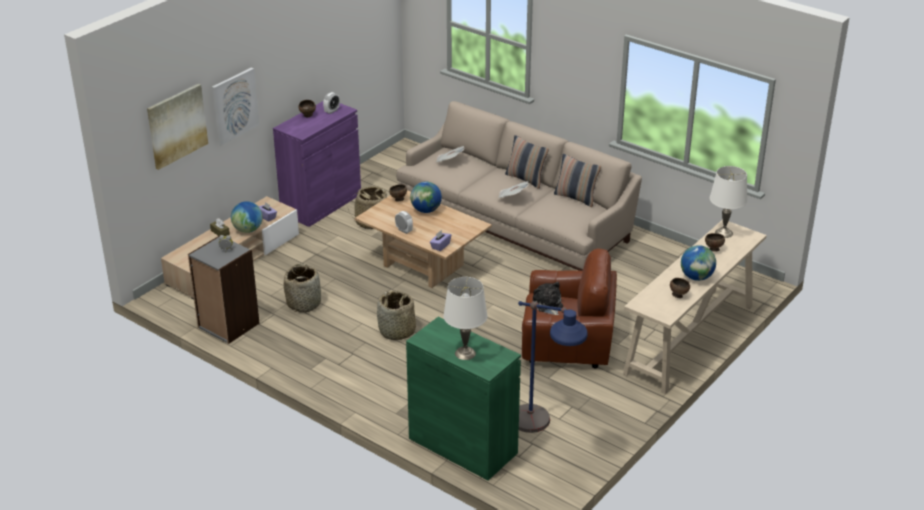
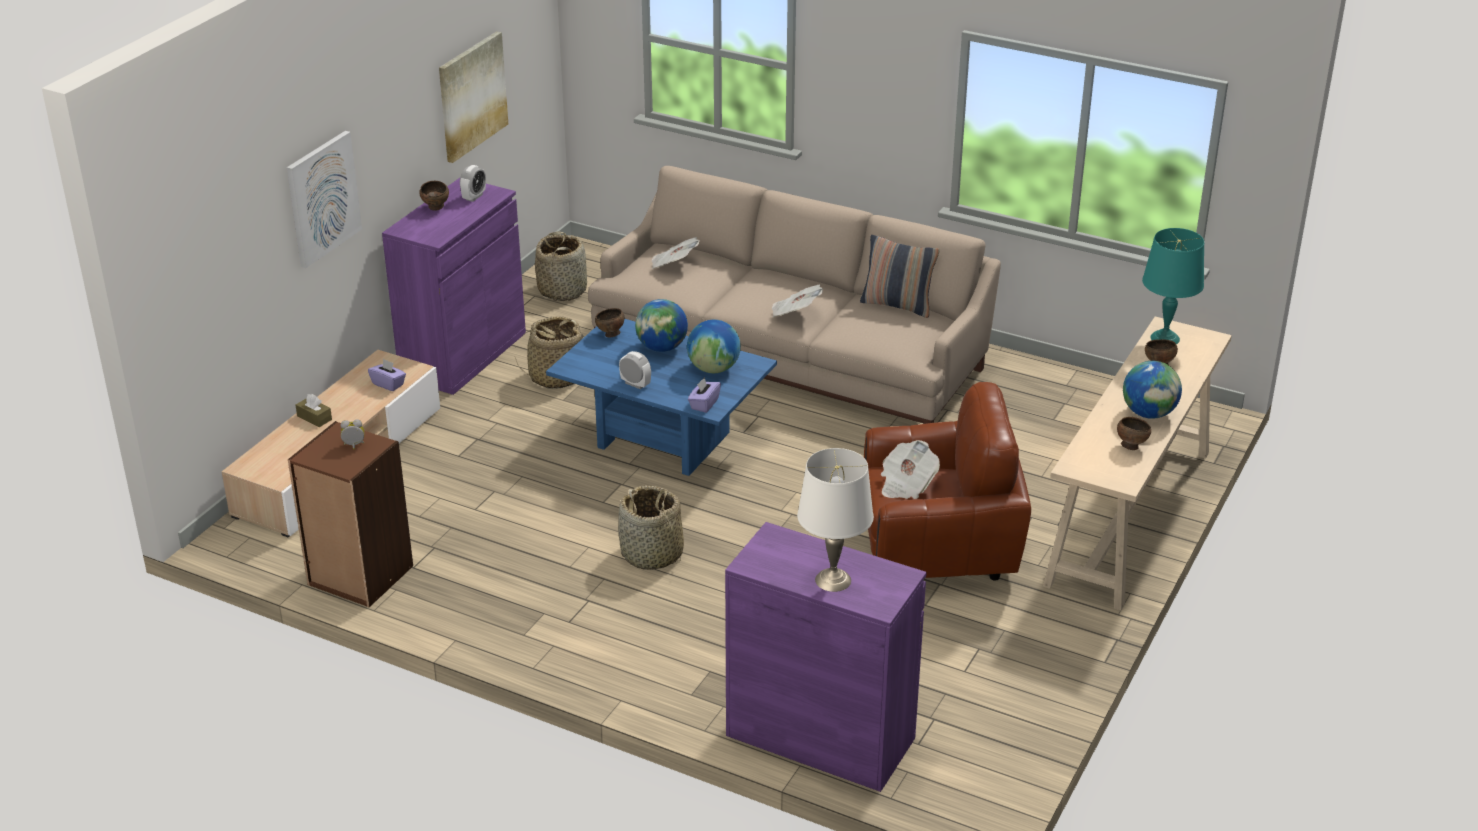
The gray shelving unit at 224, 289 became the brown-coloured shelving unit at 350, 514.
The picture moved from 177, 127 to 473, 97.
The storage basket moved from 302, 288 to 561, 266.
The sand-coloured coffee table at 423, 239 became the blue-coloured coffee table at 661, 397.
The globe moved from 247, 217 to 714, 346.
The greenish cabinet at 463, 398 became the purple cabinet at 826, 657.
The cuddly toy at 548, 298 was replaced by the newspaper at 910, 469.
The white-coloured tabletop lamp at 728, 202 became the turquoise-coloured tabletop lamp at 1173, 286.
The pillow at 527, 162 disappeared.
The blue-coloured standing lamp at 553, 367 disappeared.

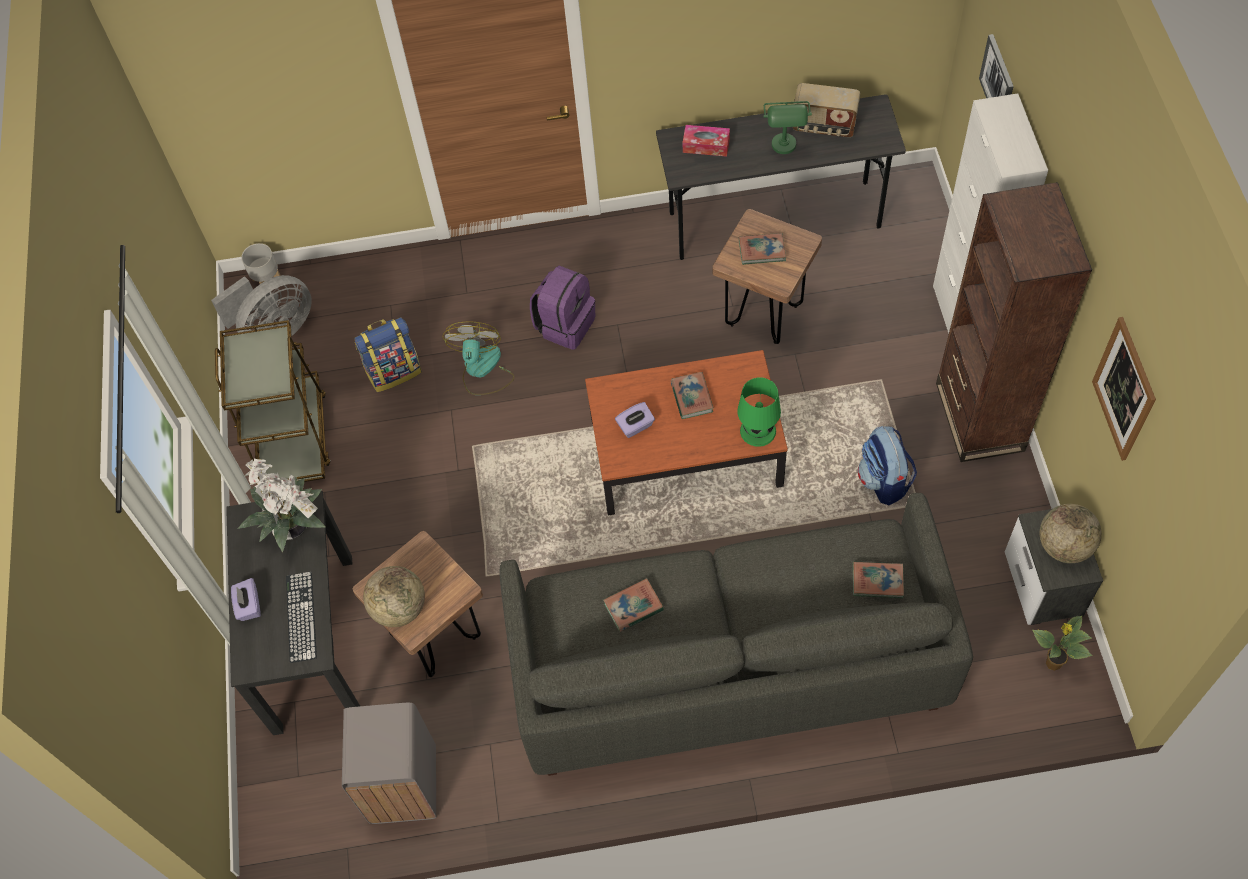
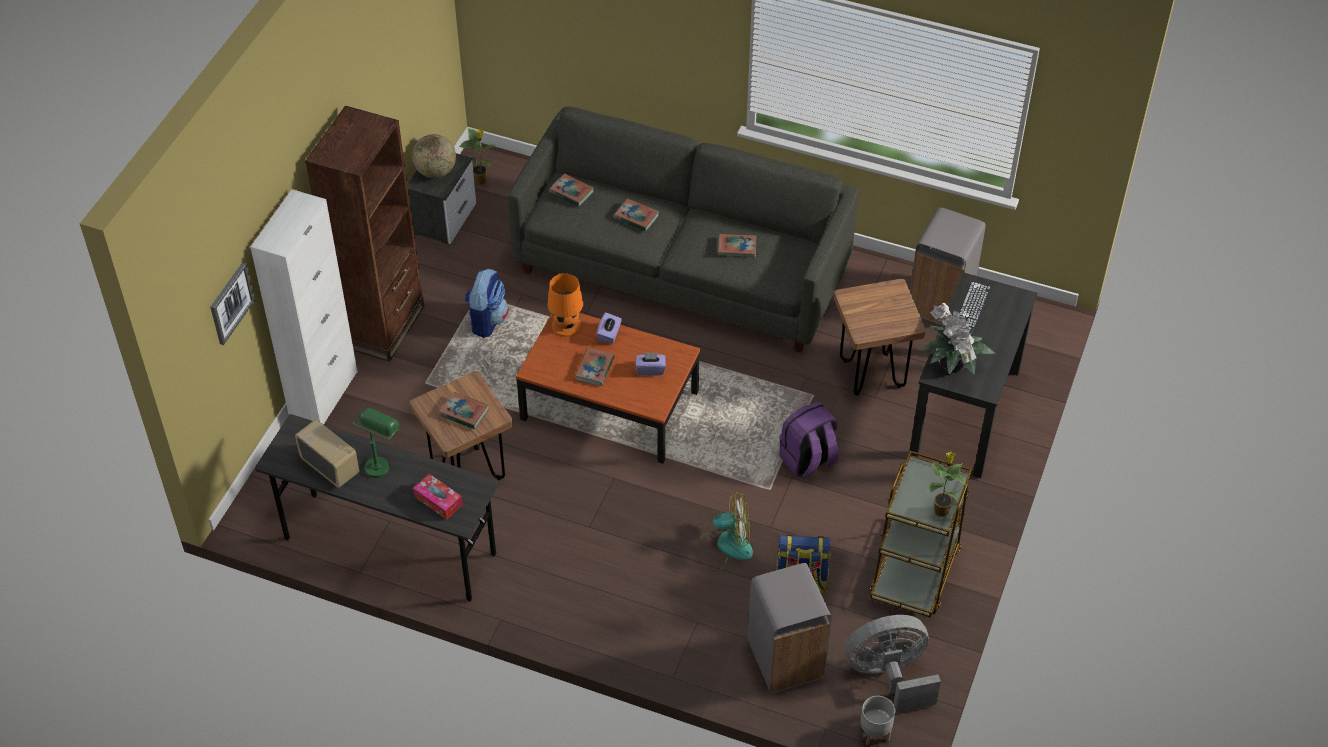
The greenish tabletop lamp at 759, 412 became the orange-coloured tabletop lamp at 565, 305.
The purple box of tissues moved from 246, 599 to 609, 328.
The book at 636, 215 appeared.
The fan at 479, 358 turned 120 degrees counterclockwise.
The gray waste bin at 789, 628 appeared.
The purple backpack moved from 562, 308 to 809, 440.
The potted plant at 947, 484 appeared.
The globe at 394, 596 disappeared.
The picture at 1124, 389 disappeared.

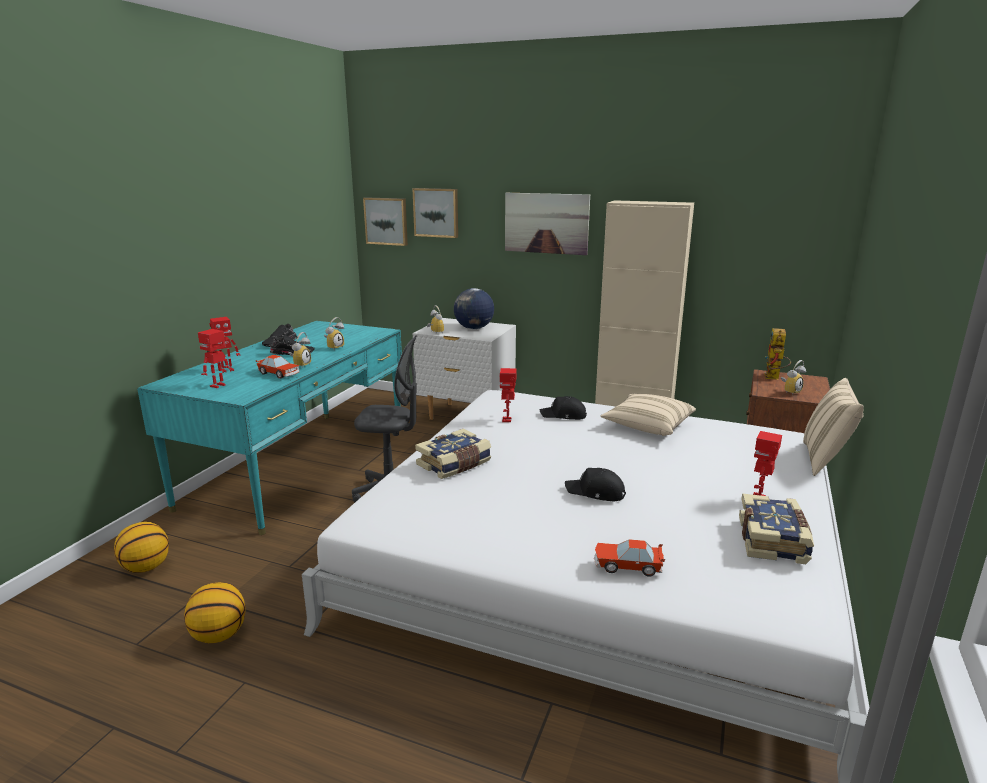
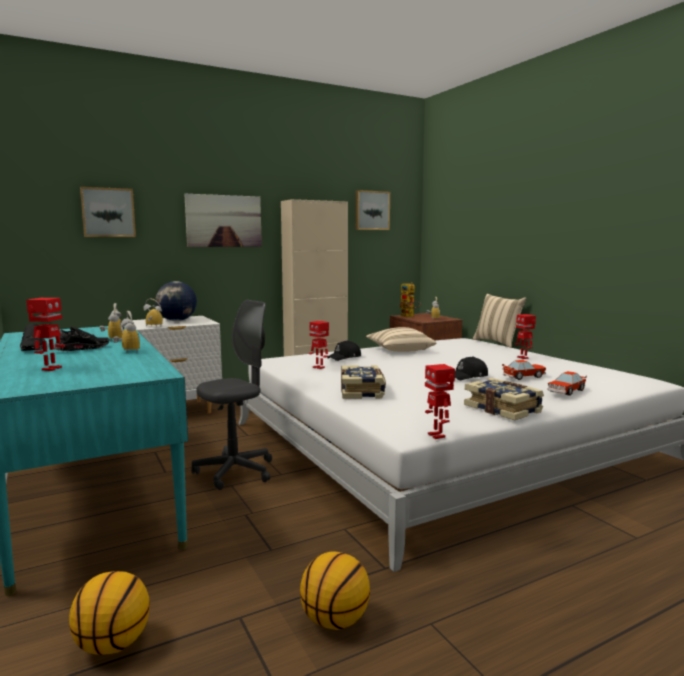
The picture moved from 385, 221 to 372, 210.
The model robot moved from 213, 358 to 440, 401.
The book moved from 776, 529 to 504, 399.
The toy car moved from 278, 367 to 524, 370.

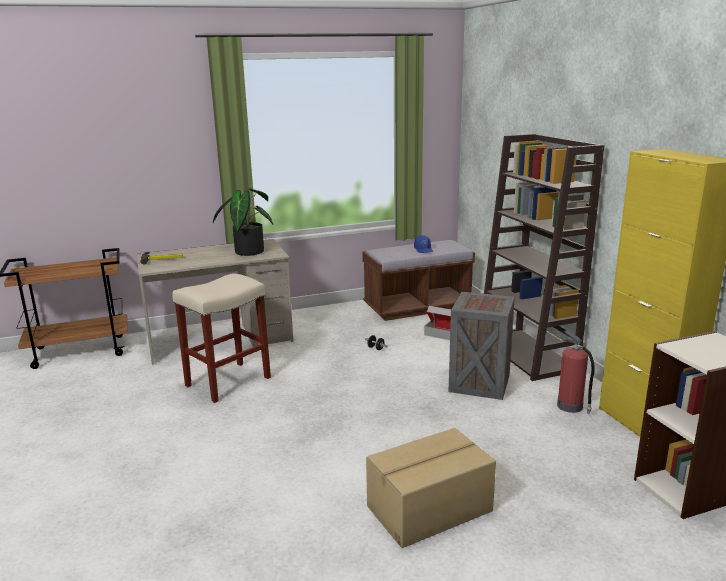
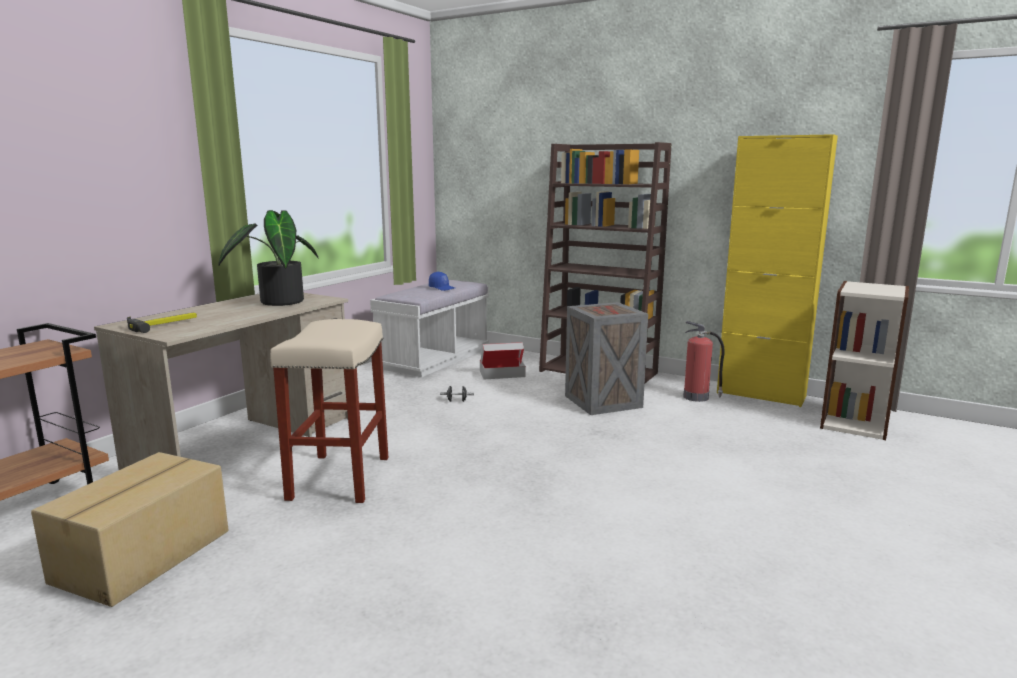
The carton moved from 431, 488 to 129, 529.
The brown-coloured bench at 418, 280 became the white-coloured bench at 429, 328.

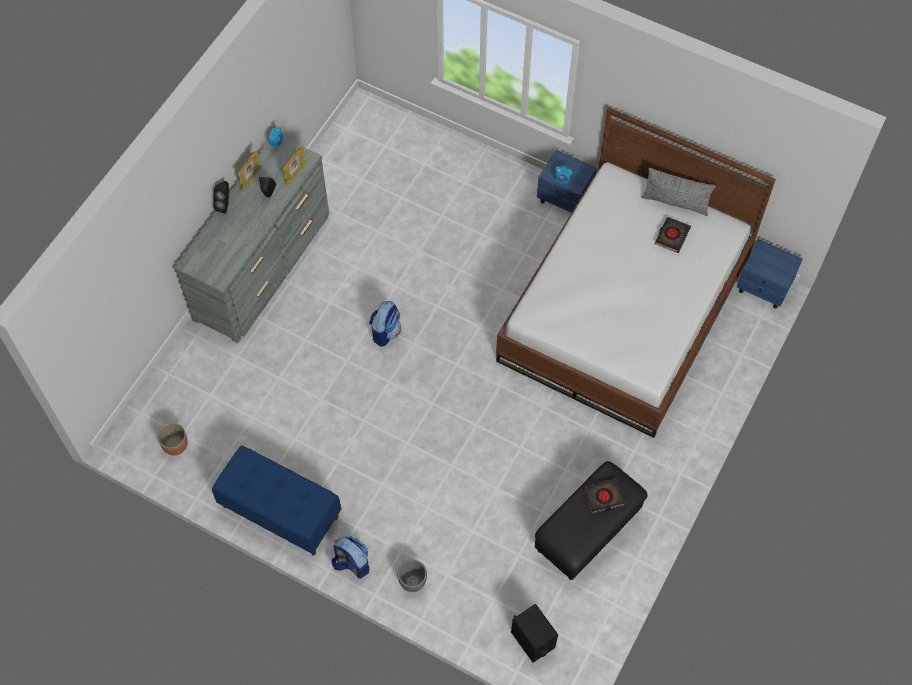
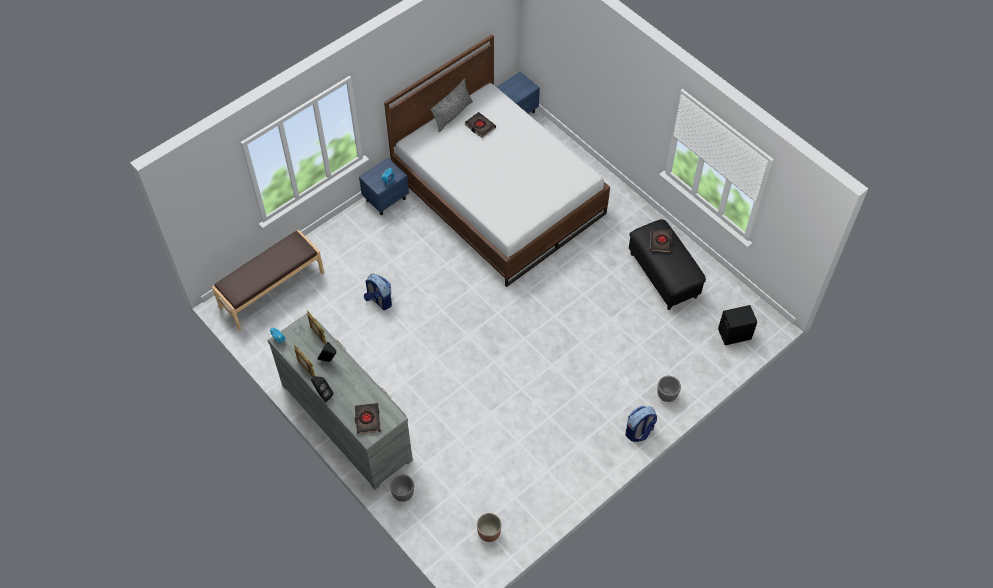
The brown-coloured bench at 268, 280 appeared.
The blackish book at 368, 418 appeared.
The backpack moved from 385, 324 to 378, 291.
The gray planter at 402, 488 appeared.
The blue-coloured bench at 276, 501 disappeared.

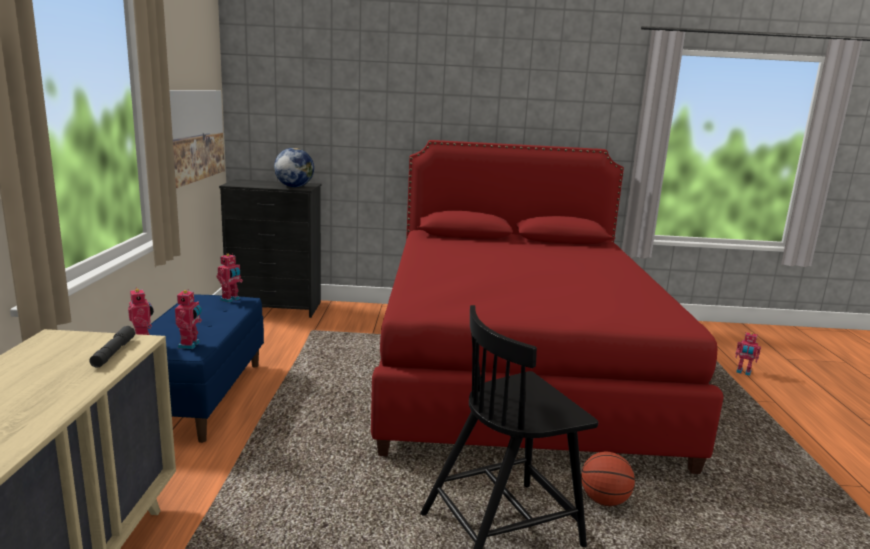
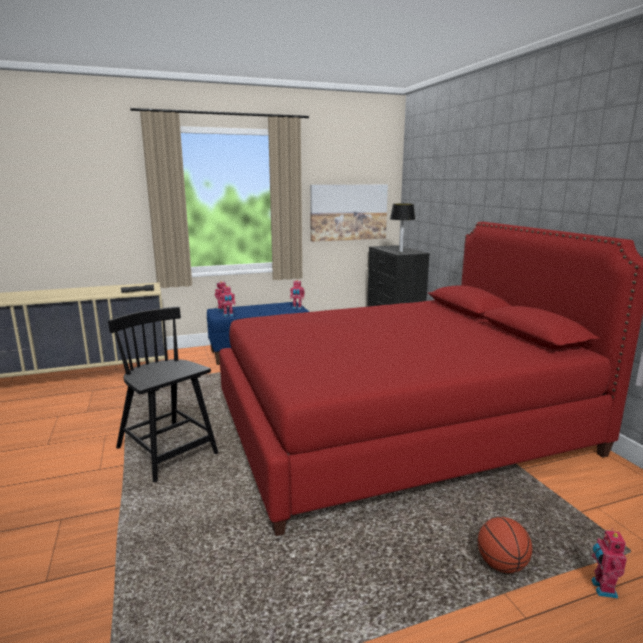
The globe at 294, 167 was replaced by the tabletop lamp at 402, 228.
The basketball moved from 608, 479 to 505, 545.

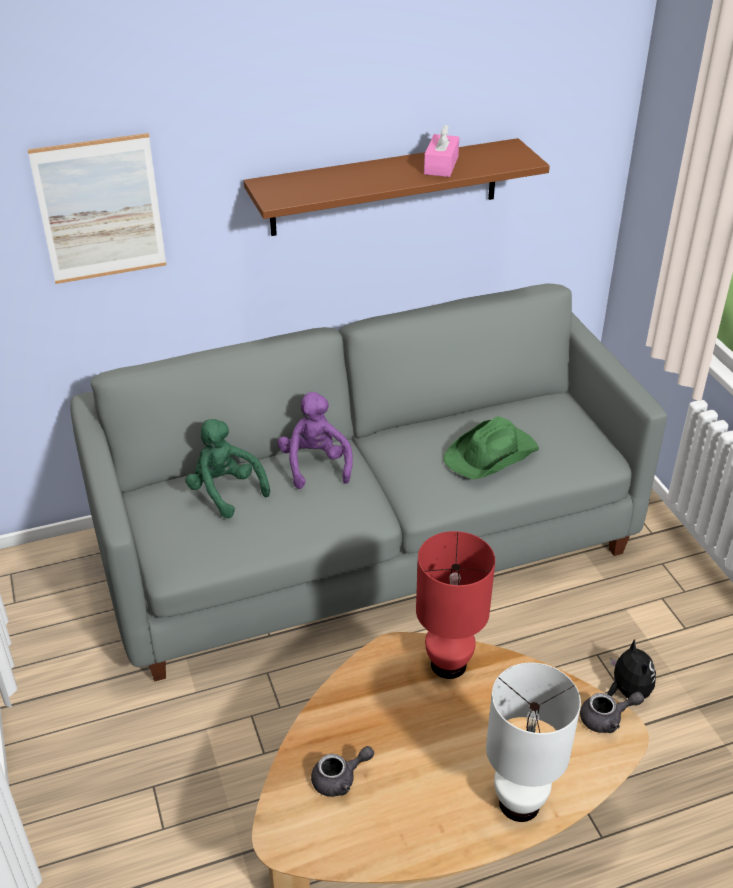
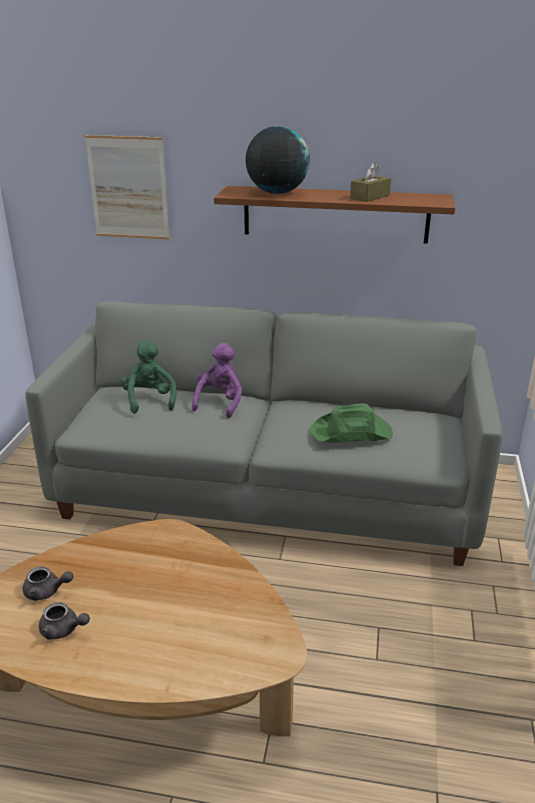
The gray teapot moved from 612, 712 to 64, 621.
The globe at 278, 160 appeared.
The pink-coloured box of tissues at 441, 150 became the brown-coloured box of tissues at 370, 182.
The red-coloured tabletop lamp at 455, 605 disappeared.
The white-coloured tabletop lamp at 533, 742 disappeared.
The cuddly toy at 631, 669 disappeared.

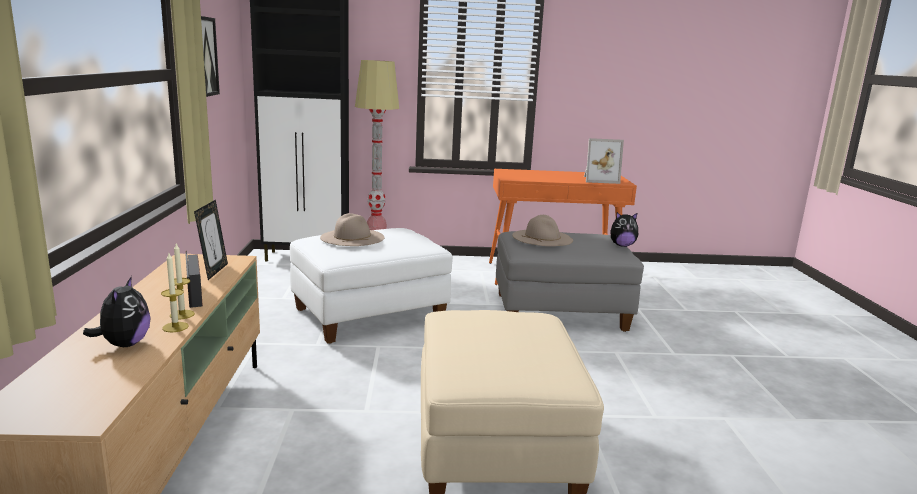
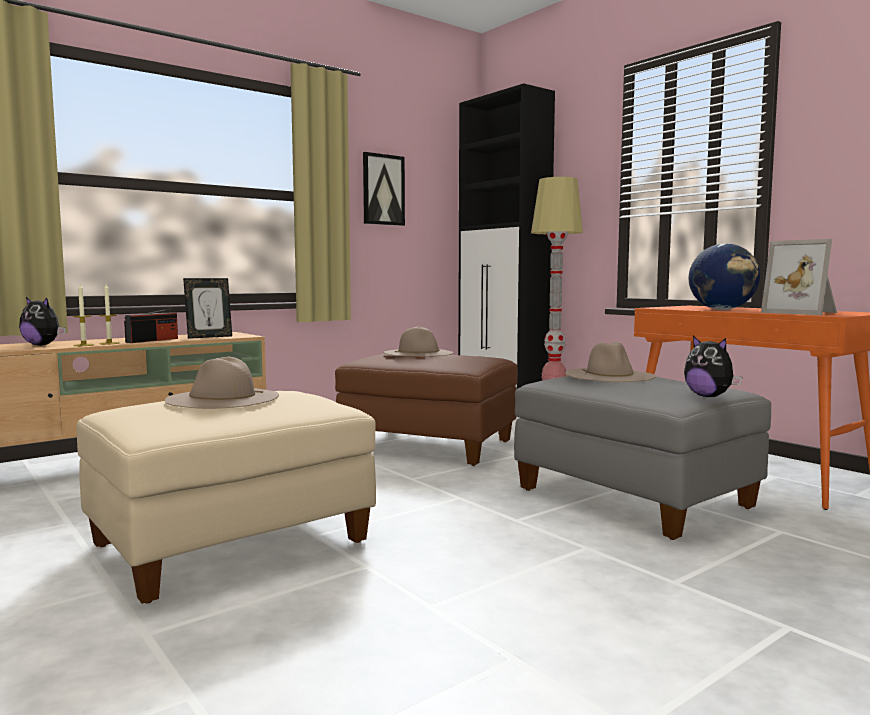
The cuddly toy at 117, 311 turned 60 degrees clockwise.
The sand-coloured hat at 222, 382 appeared.
The white-coloured pouffe at 371, 286 became the brown-coloured pouffe at 426, 409.
The globe at 724, 276 appeared.

